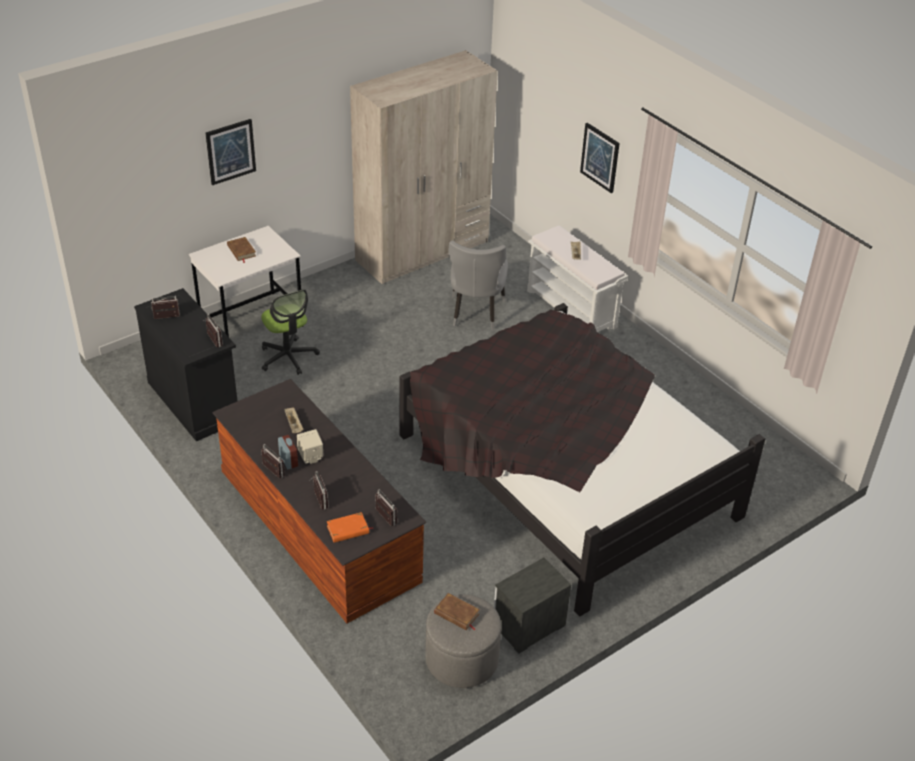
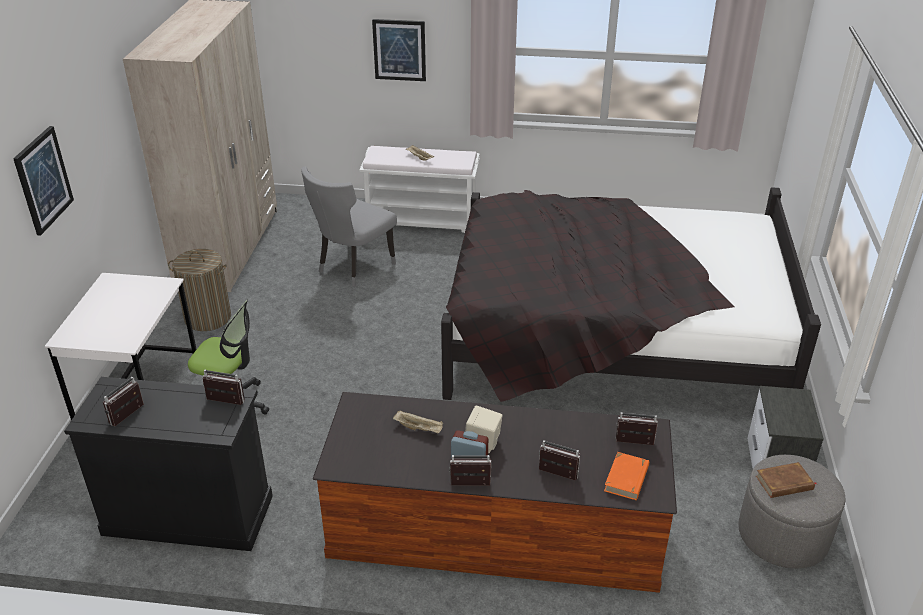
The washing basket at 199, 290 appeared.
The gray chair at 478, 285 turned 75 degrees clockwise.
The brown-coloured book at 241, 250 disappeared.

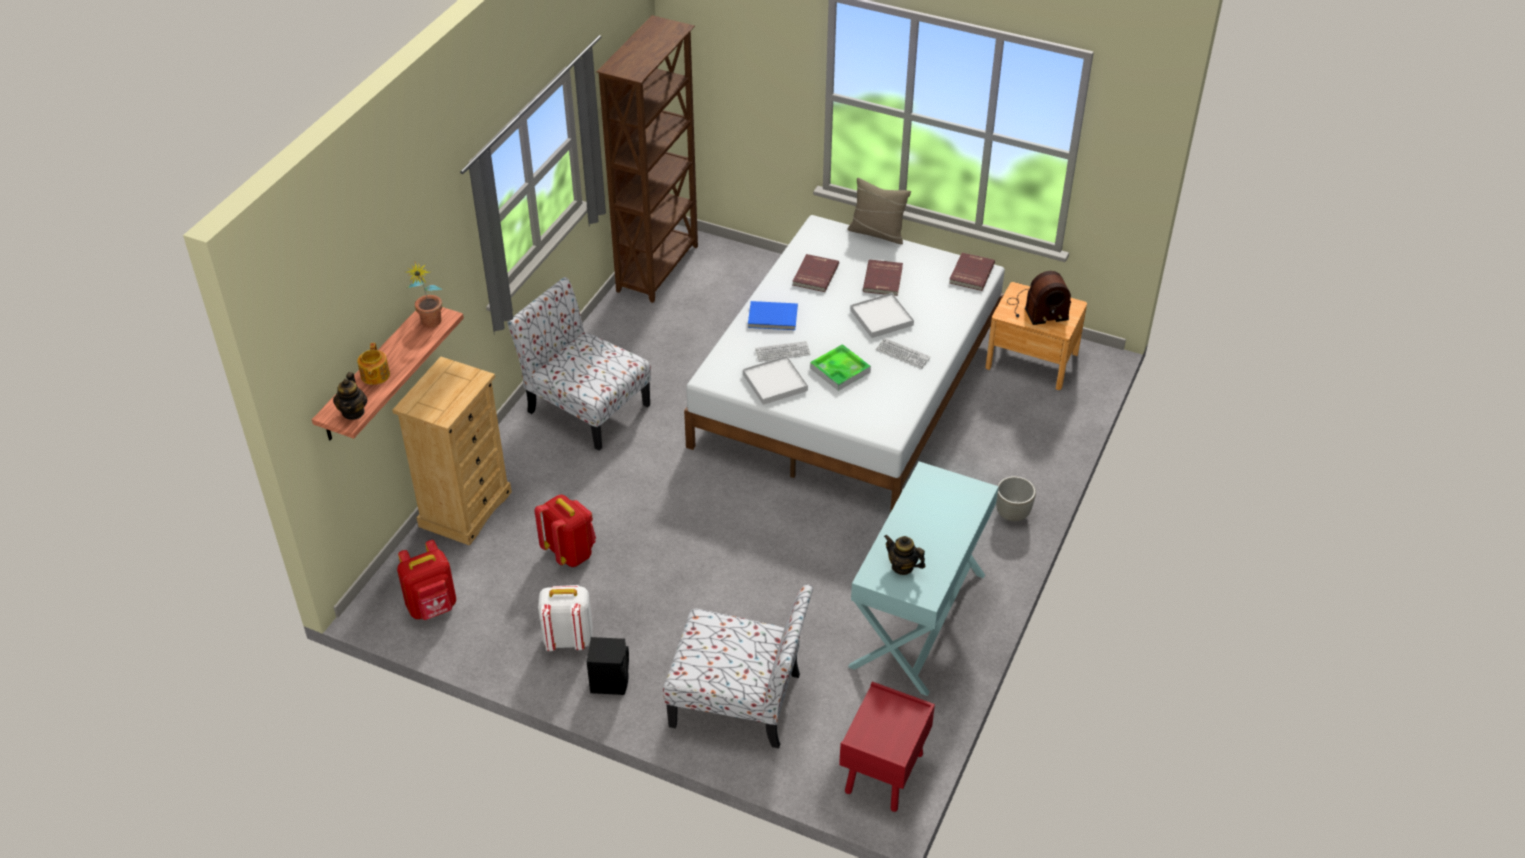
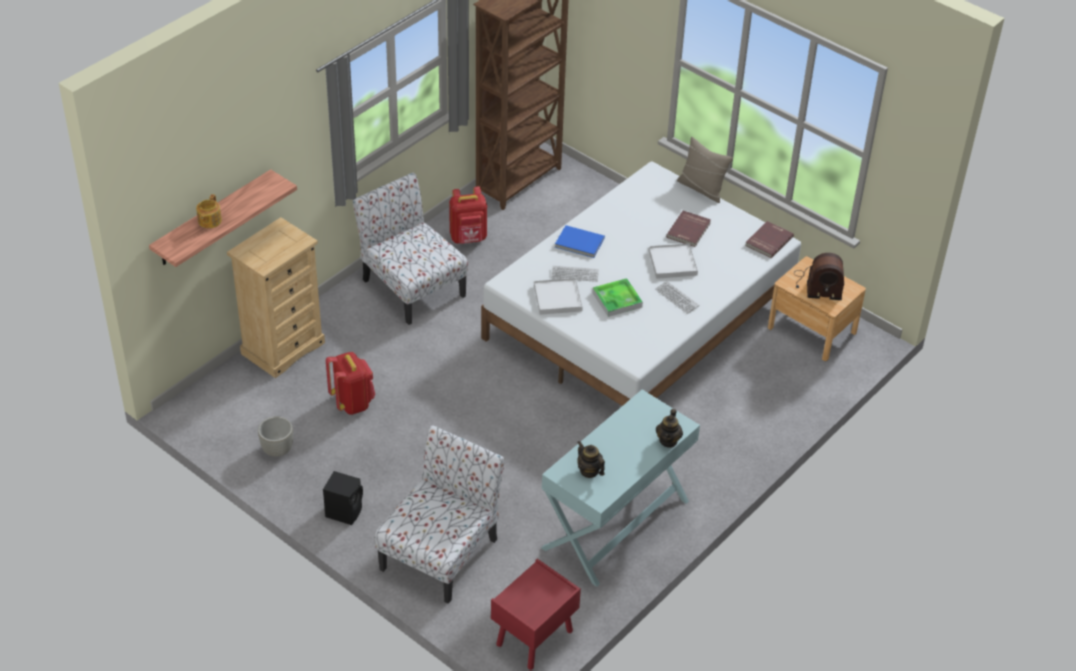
The gray planter moved from 1016, 499 to 275, 436.
The chair at 738, 666 turned 90 degrees counterclockwise.
The red-coloured backpack moved from 426, 580 to 468, 215.
The teapot moved from 350, 396 to 669, 428.
The potted plant at 424, 295 disappeared.
The white-coloured backpack at 565, 618 disappeared.
The red-coloured book at 816, 273 disappeared.

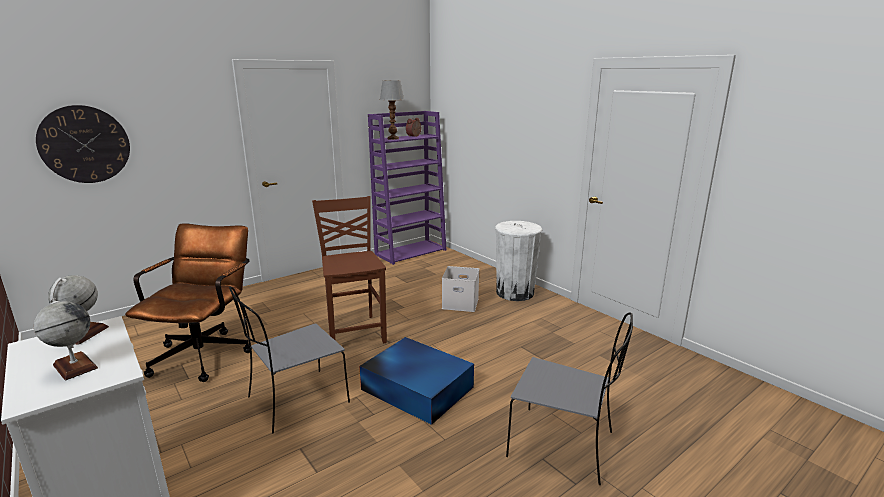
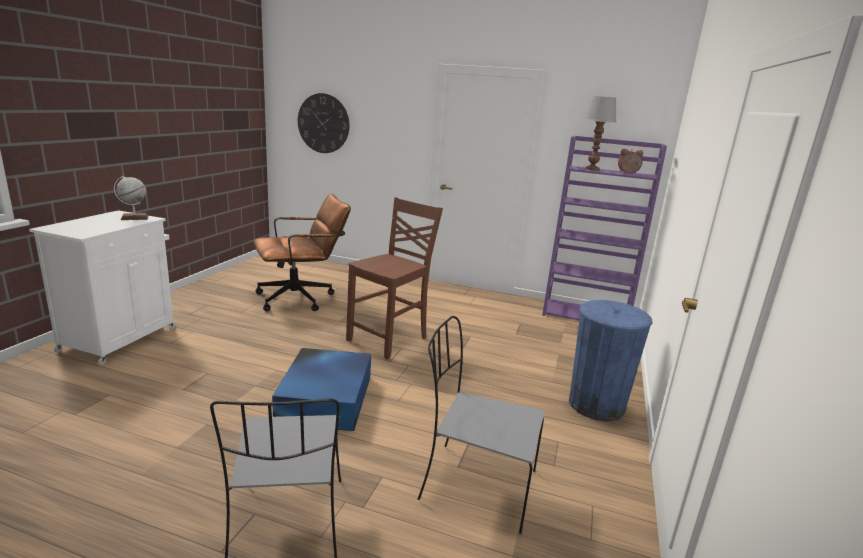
The gray chair moved from 289, 360 to 481, 425.
The white-coloured waste bin at 518, 261 became the blue-coloured waste bin at 611, 361.
The globe at 66, 339 disappeared.
The white-coloured storage container at 460, 289 disappeared.

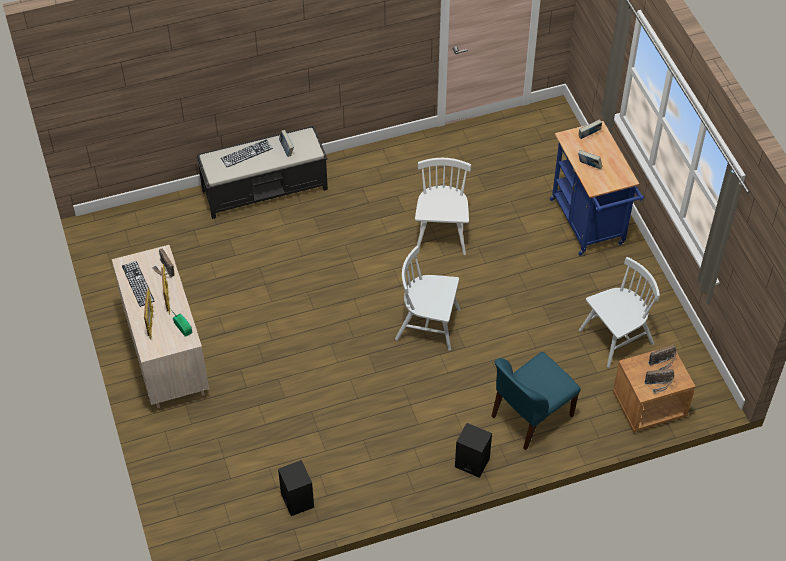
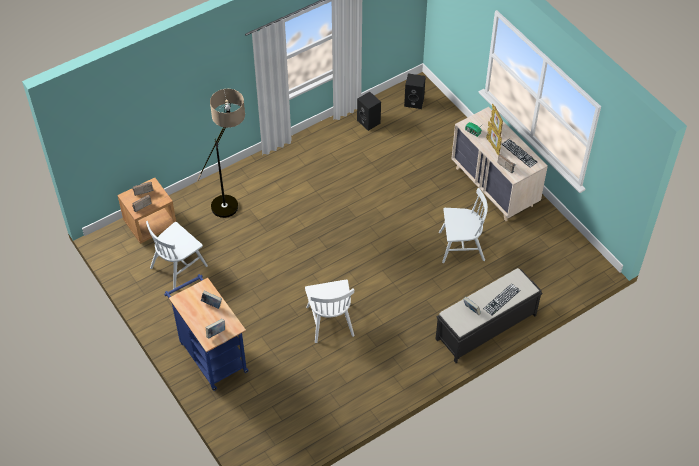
The blue-coloured chair at 536, 401 was replaced by the standing lamp at 221, 153.
The blackish loudspeaker moved from 473, 450 to 415, 91.
The white-coloured chair moved from 428, 298 to 463, 225.

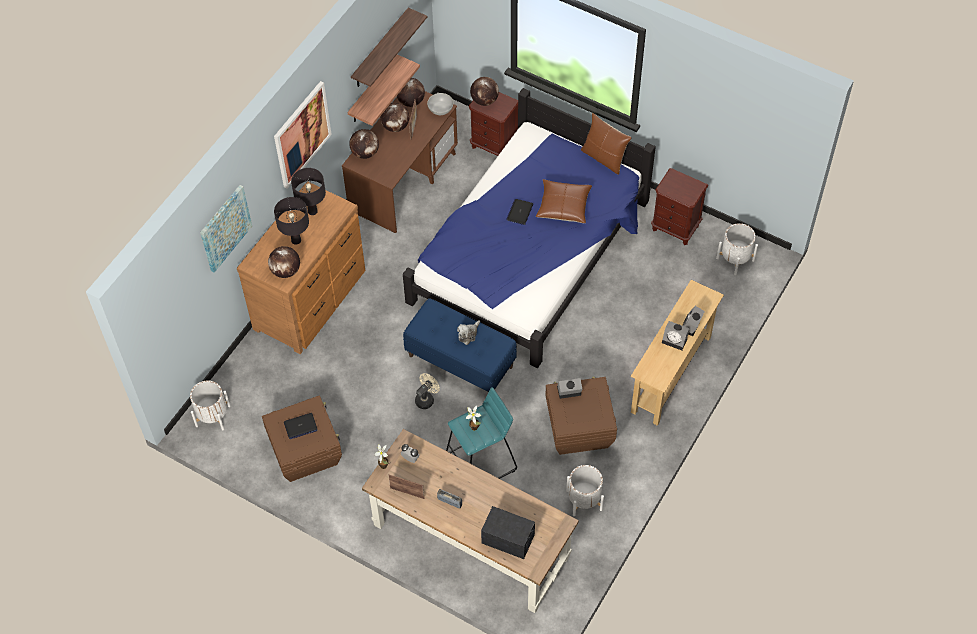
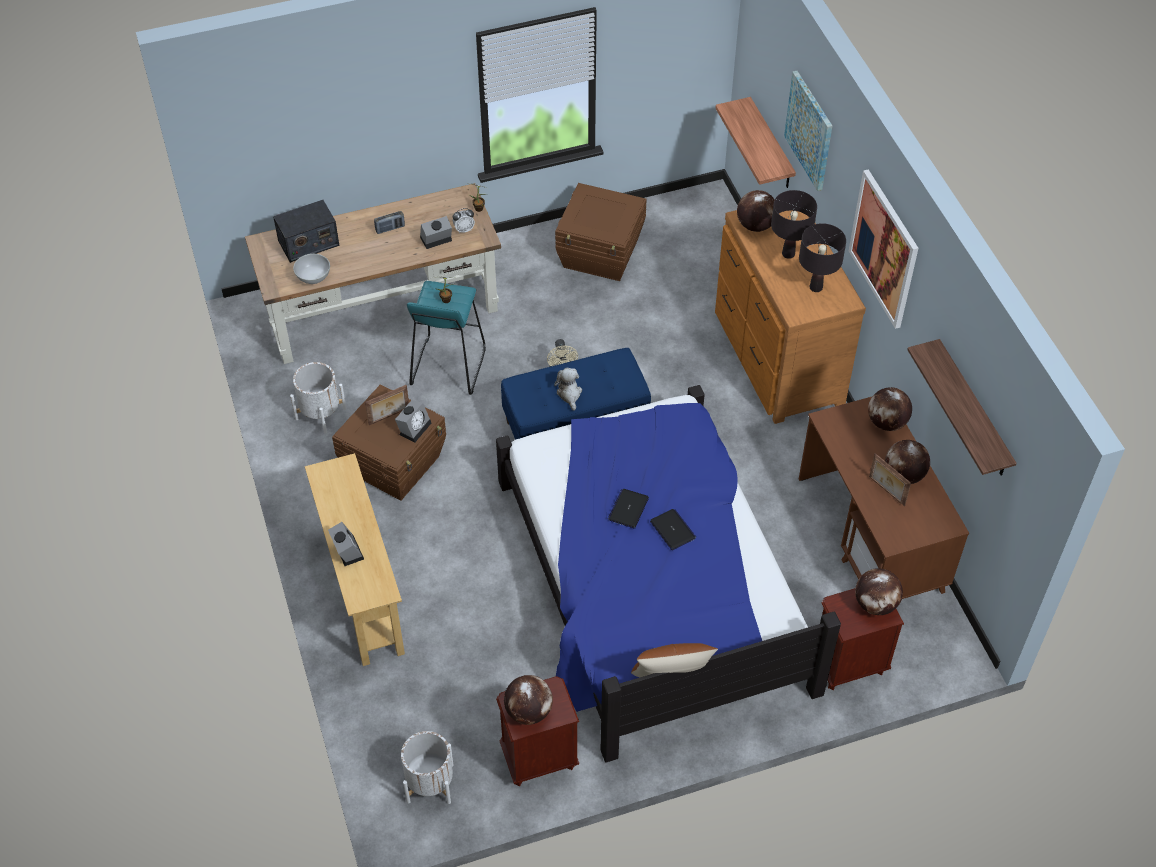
The white-coloured deep dish moved from 440, 104 to 311, 269.
The photo frame moved from 406, 487 to 387, 405.
The bedside clock moved from 676, 335 to 436, 232.
The globe moved from 411, 92 to 528, 700.
The laptop moved from 301, 426 to 628, 509.
The bracket shelf moved from 384, 90 to 755, 142.
The white-coloured planter at 210, 405 disappeared.
The brown-coloured pillow at 564, 201 disappeared.

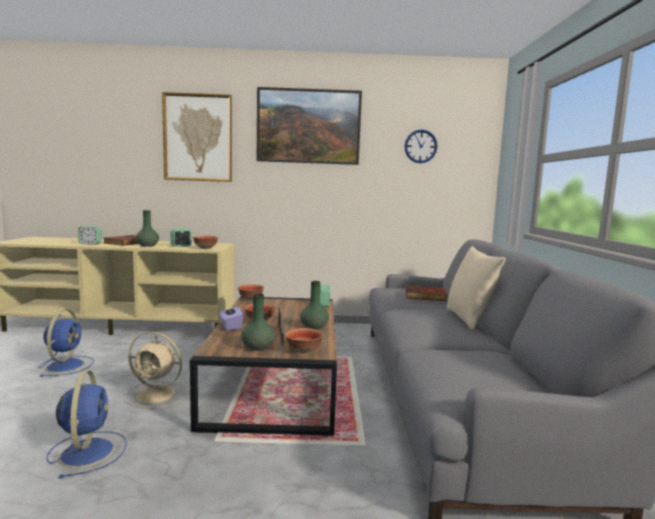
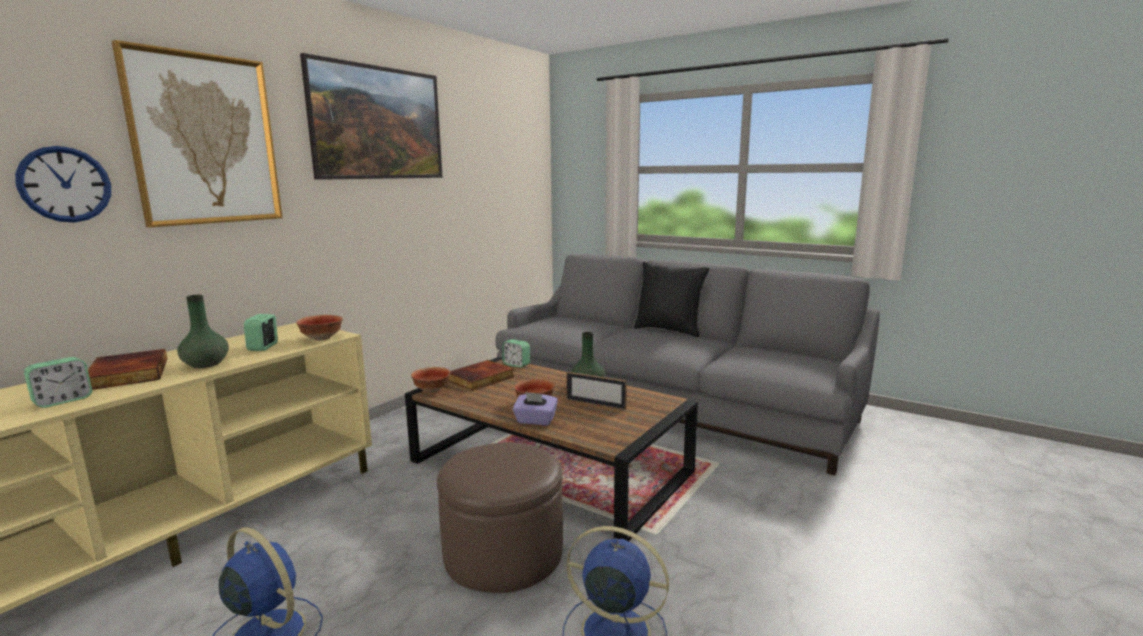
The clock on the wall moved from 421, 146 to 63, 184.
The sand-coloured fan at 156, 370 was replaced by the brown-coloured pouffe at 500, 517.
The book moved from 427, 293 to 481, 375.
The sand-coloured pillow at 476, 288 became the blackish pillow at 672, 299.
The greenish decorative vase at 258, 322 disappeared.
The deep dish at 304, 341 disappeared.

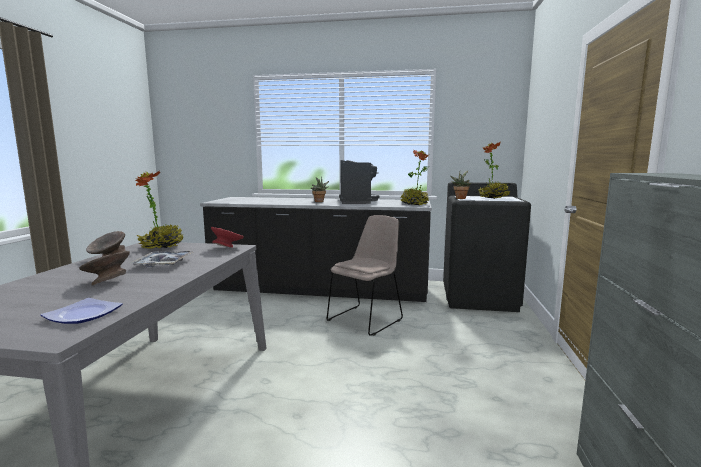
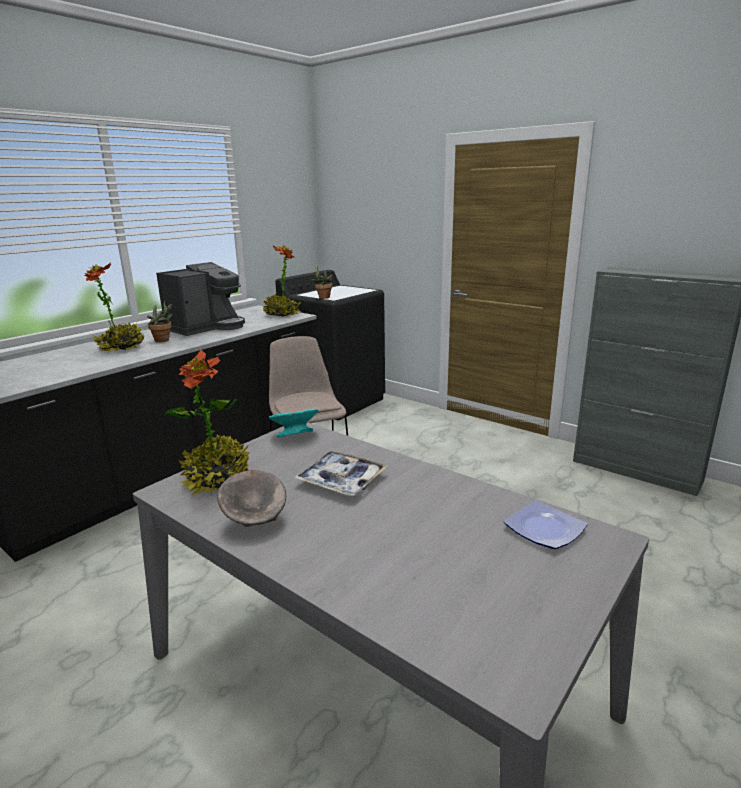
The potted plant moved from 494, 170 to 114, 307.
The coffee brewer at 359, 182 turned 105 degrees clockwise.
The red-coloured deep dish at 227, 237 became the turquoise-coloured deep dish at 294, 423.
The gray deep dish at 104, 268 disappeared.

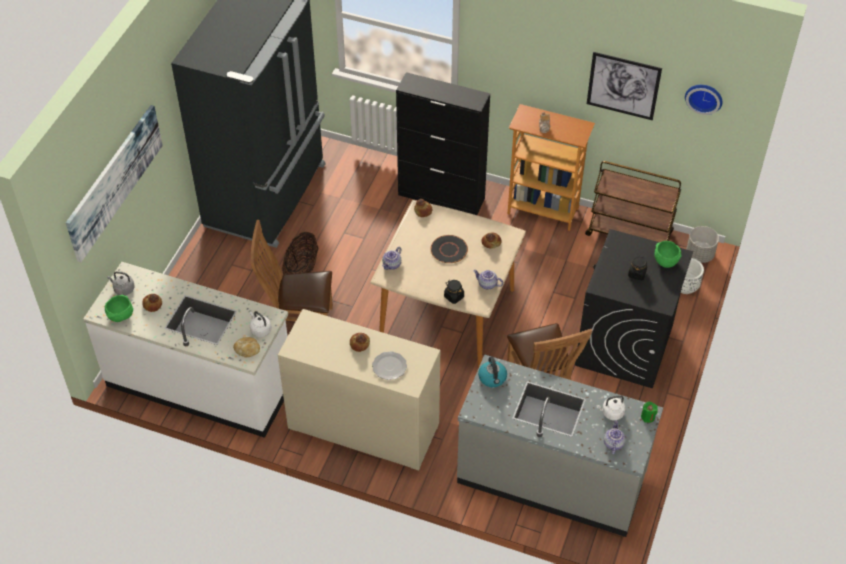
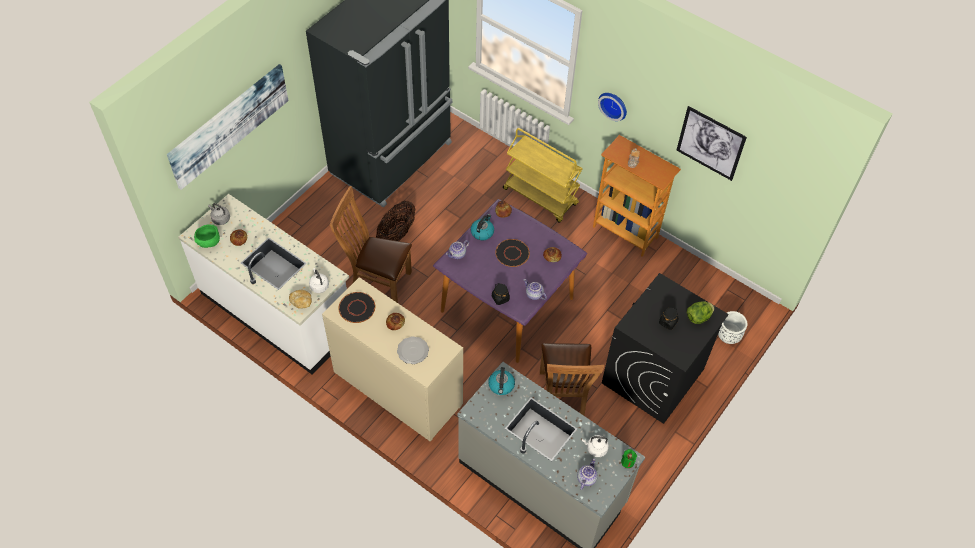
The blackish flat dish at 356, 307 appeared.
The sand-coloured kitchen table at 448, 284 became the purple kitchen table at 510, 281.
The tea kettle at 482, 227 appeared.
The blackish cabinet at 443, 143 was replaced by the yellowish trolley at 542, 175.
The clock on the wall moved from 703, 100 to 612, 107.
The greenish deep dish at 668, 254 was replaced by the lettuce at 700, 312.
The brown-coloured trolley at 633, 201 disappeared.
The gray planter at 702, 244 disappeared.

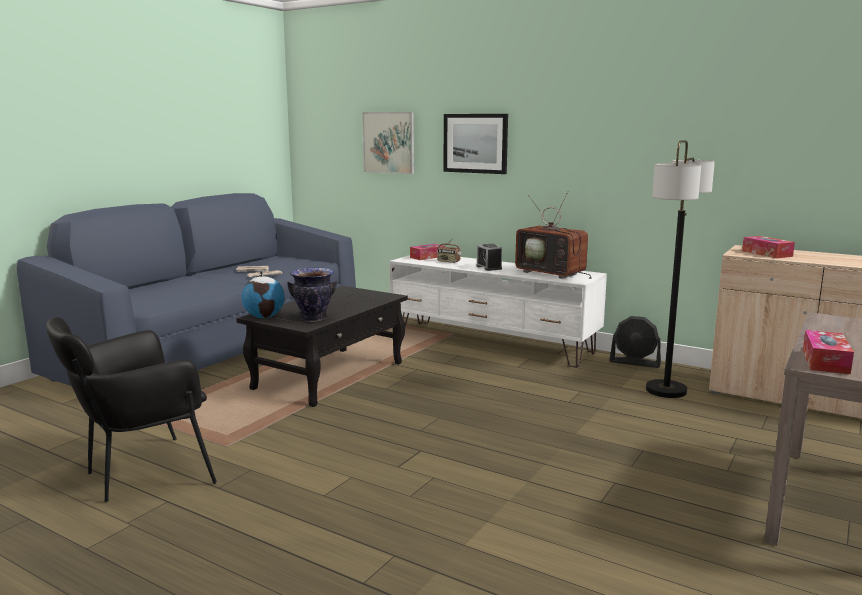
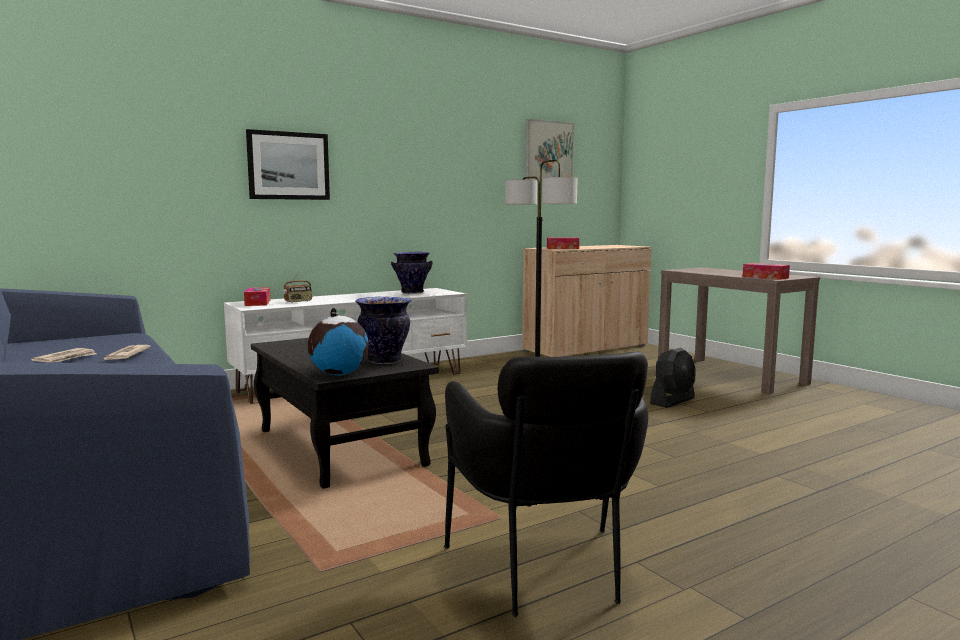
The TV at 553, 235 was replaced by the decorative vase at 411, 273.
The picture moved from 388, 143 to 549, 150.
The blackish fan moved from 635, 342 to 673, 378.
The bedside clock at 489, 257 disappeared.

